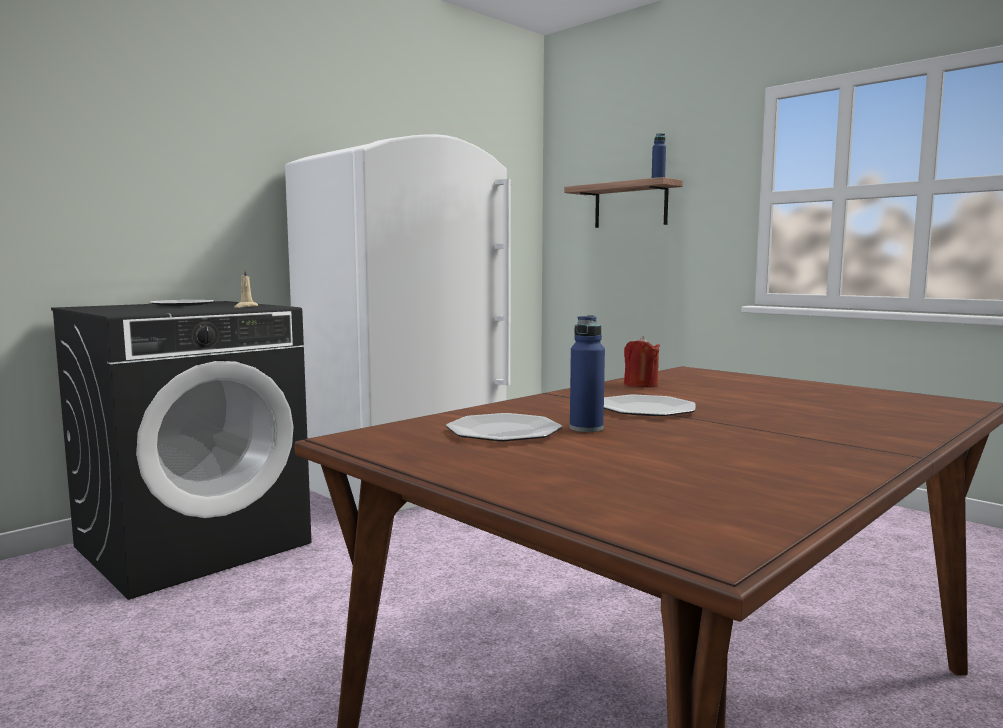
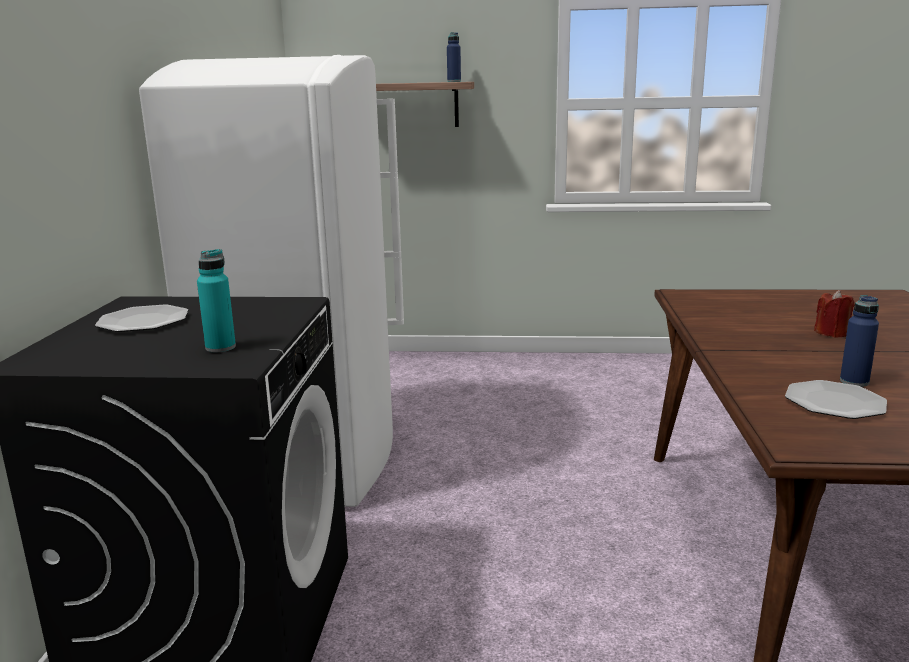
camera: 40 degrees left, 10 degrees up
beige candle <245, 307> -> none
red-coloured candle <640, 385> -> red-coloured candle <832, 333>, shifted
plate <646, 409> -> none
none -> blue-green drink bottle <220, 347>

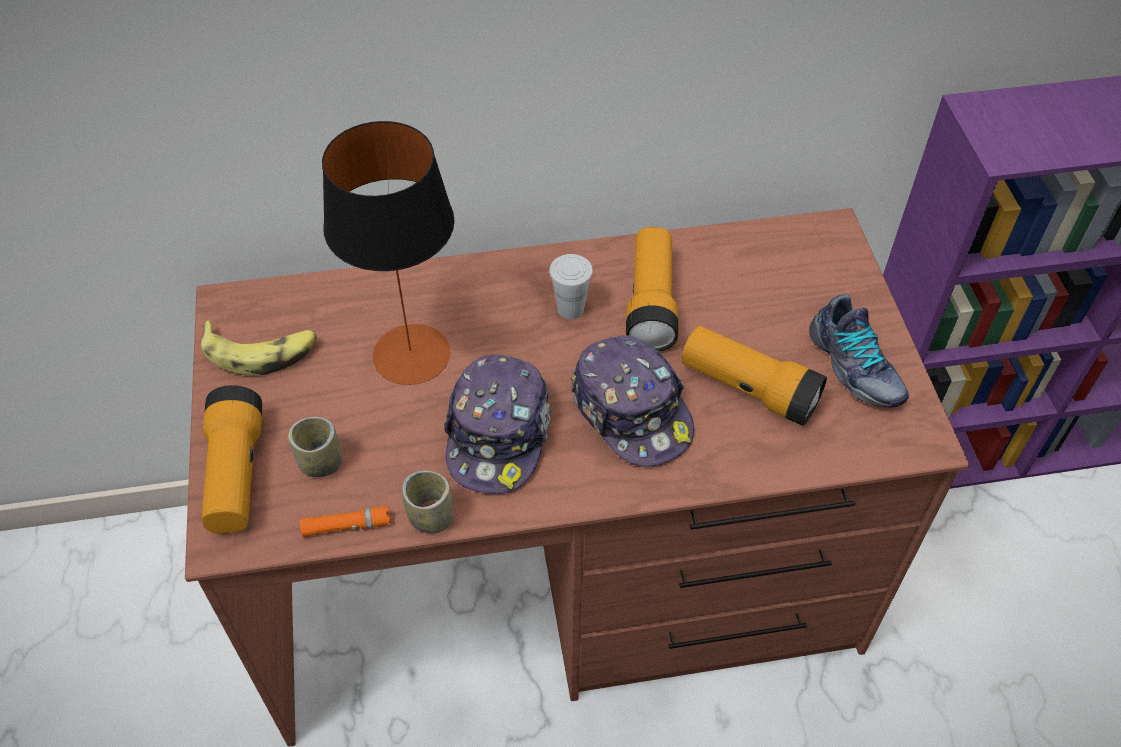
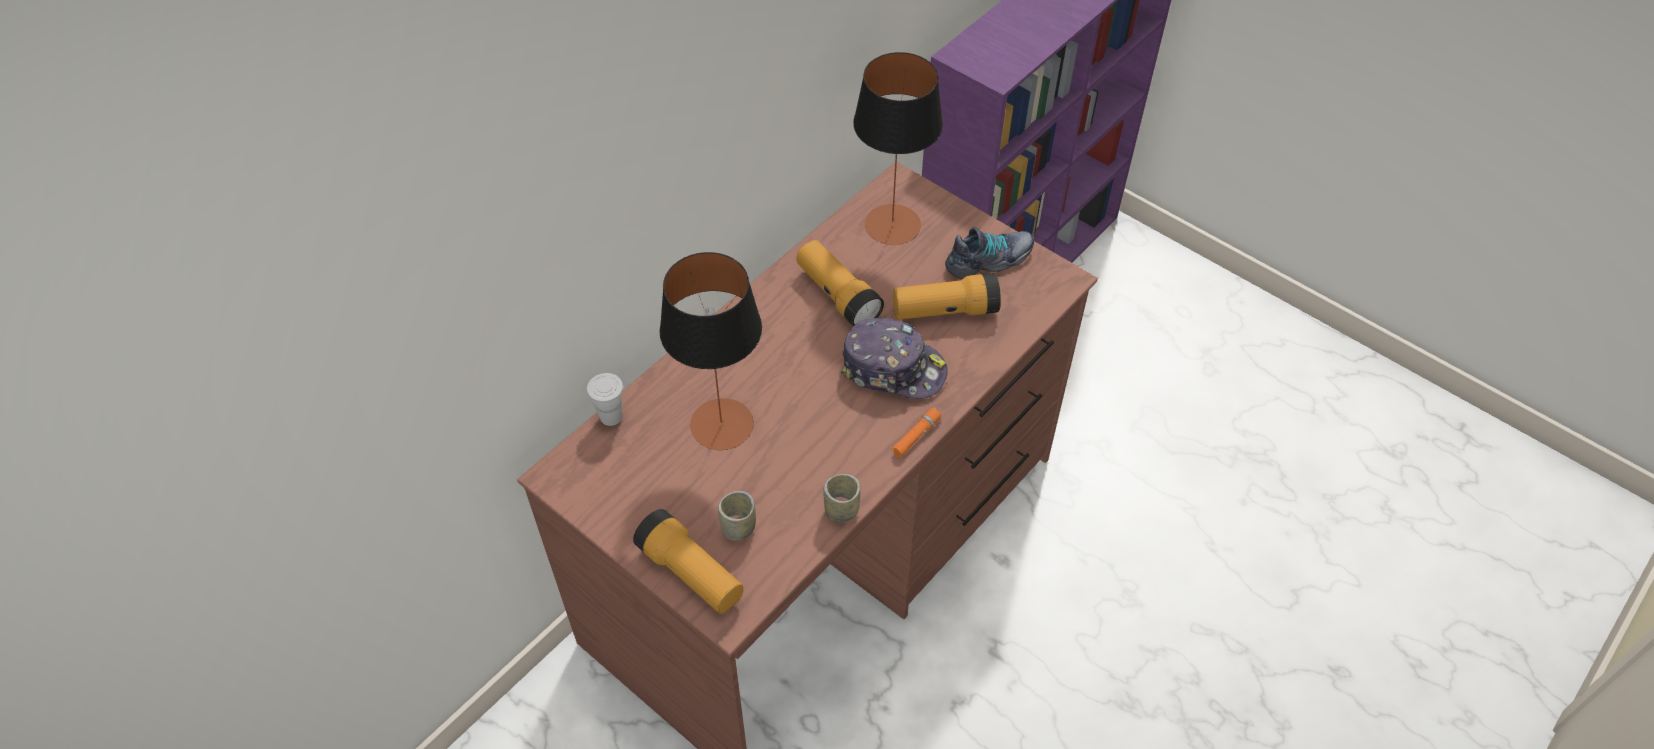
camera: 40 degrees left, 0 degrees up
white drinking cup <570, 309> -> white drinking cup <611, 416>, shifted
low shoe <854, 367> -> low shoe <989, 260>, 45 degrees counterclockwise
banana <261, 351> -> none
peaked cap <498, 434> -> none
orangey flashlight <347, 526> -> orangey flashlight <916, 436>, shifted
none -> table lamp <892, 224>

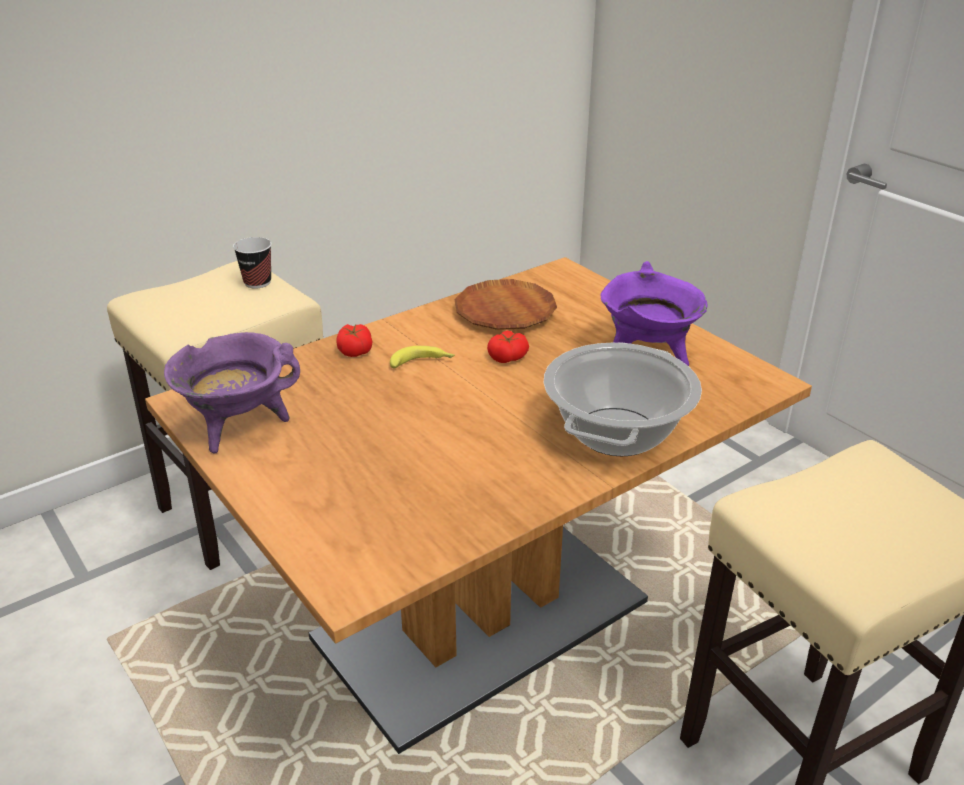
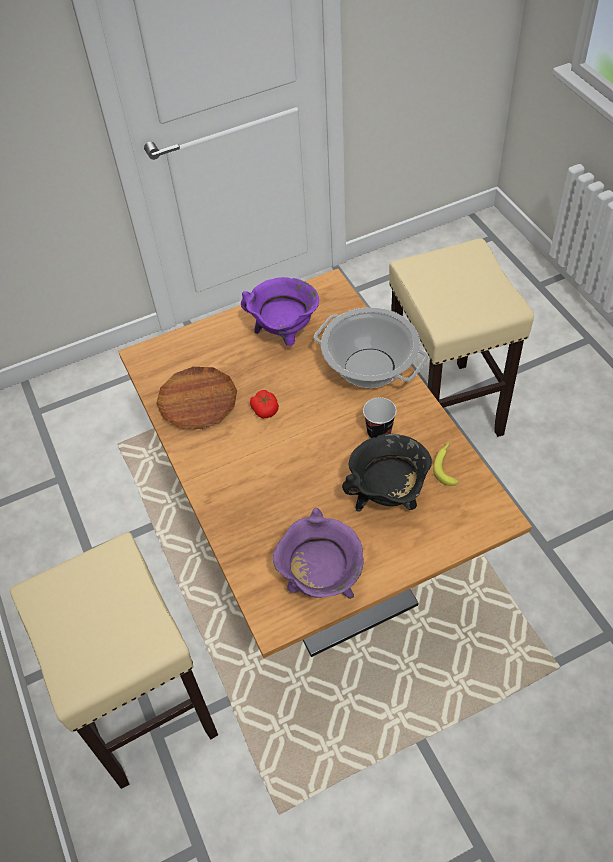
camera: 75 degrees left, 20 degrees up
drinking cup <257, 282> -> drinking cup <379, 432>, shifted
tomato <355, 350> -> none
banana <422, 363> -> banana <446, 466>, shifted
none -> black saucepot <387, 497>

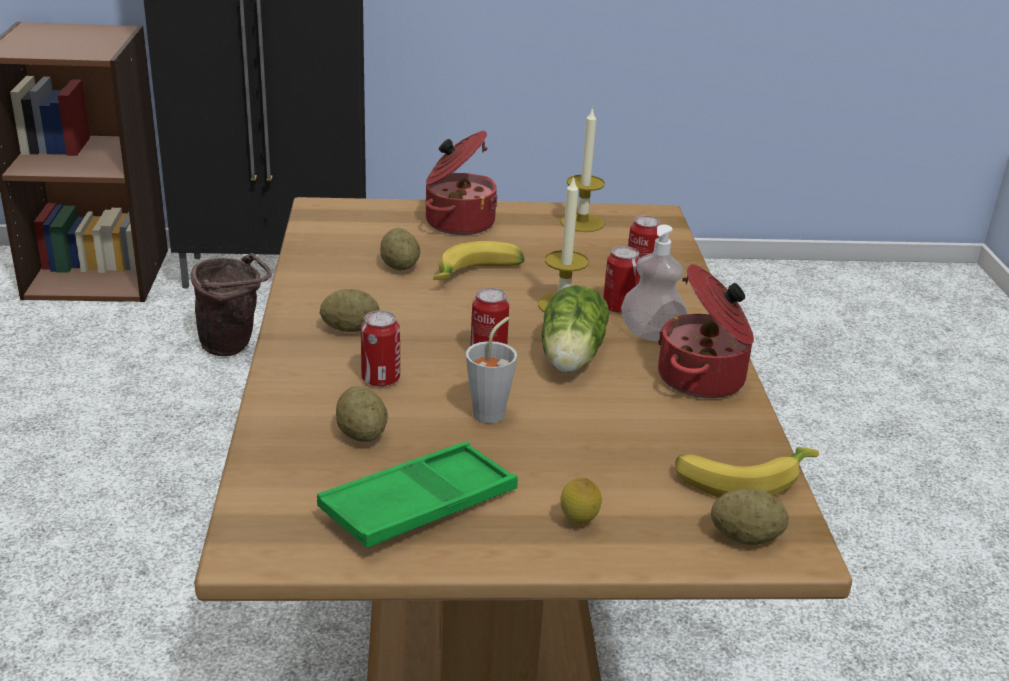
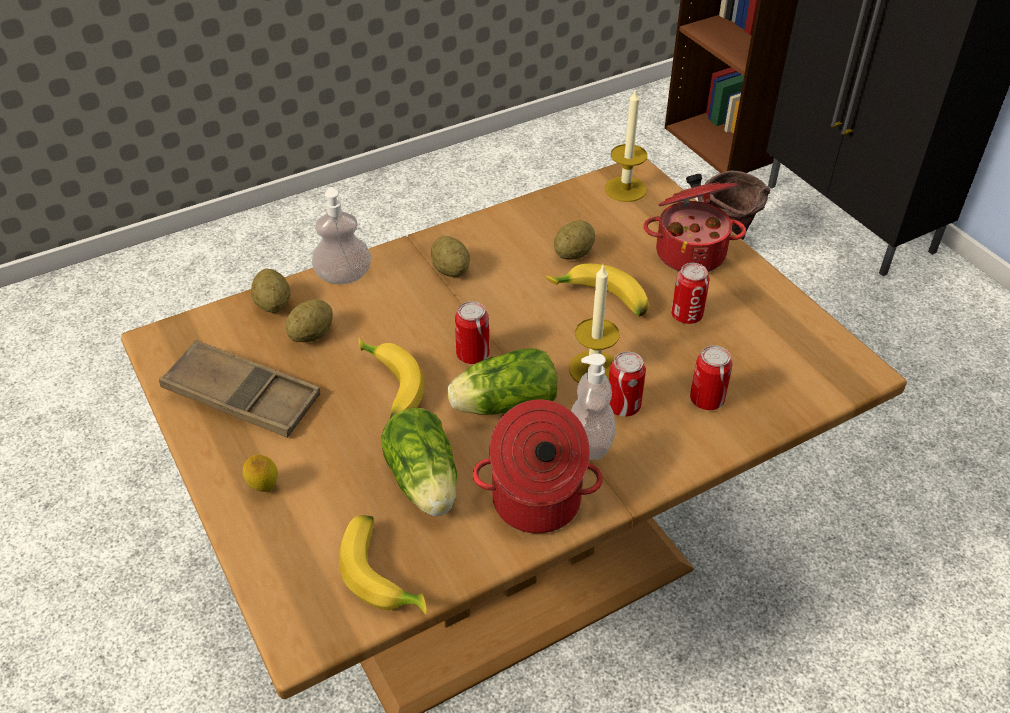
camera: 65 degrees right, 15 degrees up
candle <582, 222> -> candle <625, 189>, shifted
metal can <380, 379> -> metal can <686, 315>, shifted
gray drinking cup <493, 411> -> banana <388, 388>
green serving tray <419, 505> -> brown-coloured serving tray <242, 396>
whole potato <745, 537> -> whole potato <273, 304>, shifted
none -> soap bottle <343, 276>
none -> head of lettuce <424, 484>

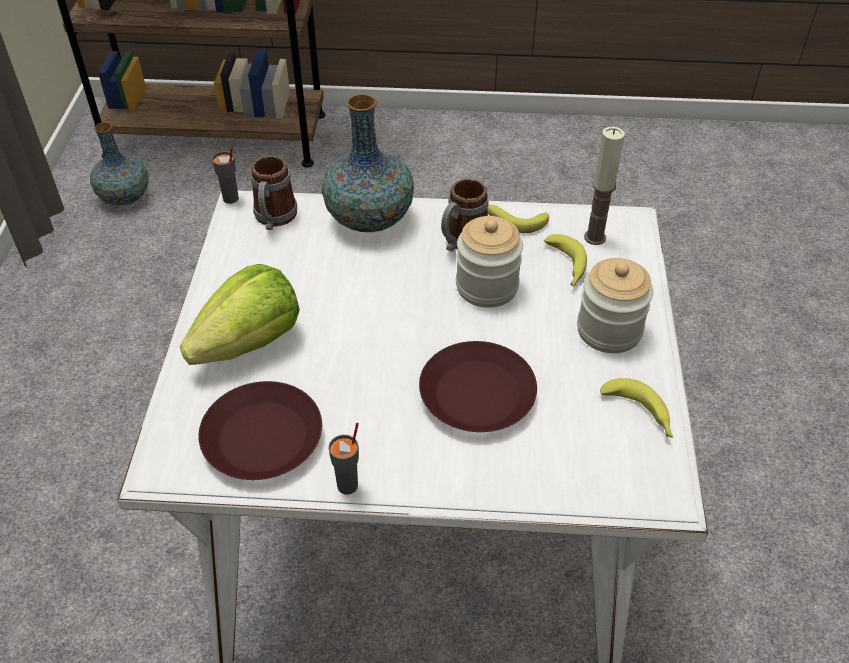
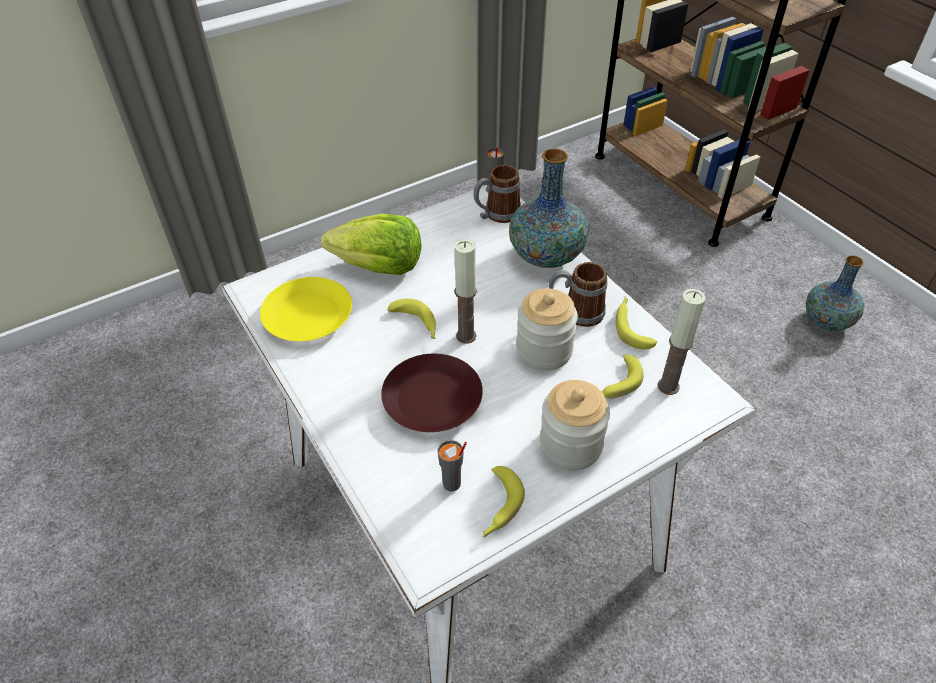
camera: 55 degrees right, 0 degrees up
decorative vase <125, 197> -> decorative vase <827, 321>, shifted
brown-coloured plate <261, 438> -> yellow-coloured plate <308, 315>
gray drinking cup <348, 485> -> gray drinking cup <452, 484>, shifted
none -> candle <466, 336>
none -> banana <417, 324>

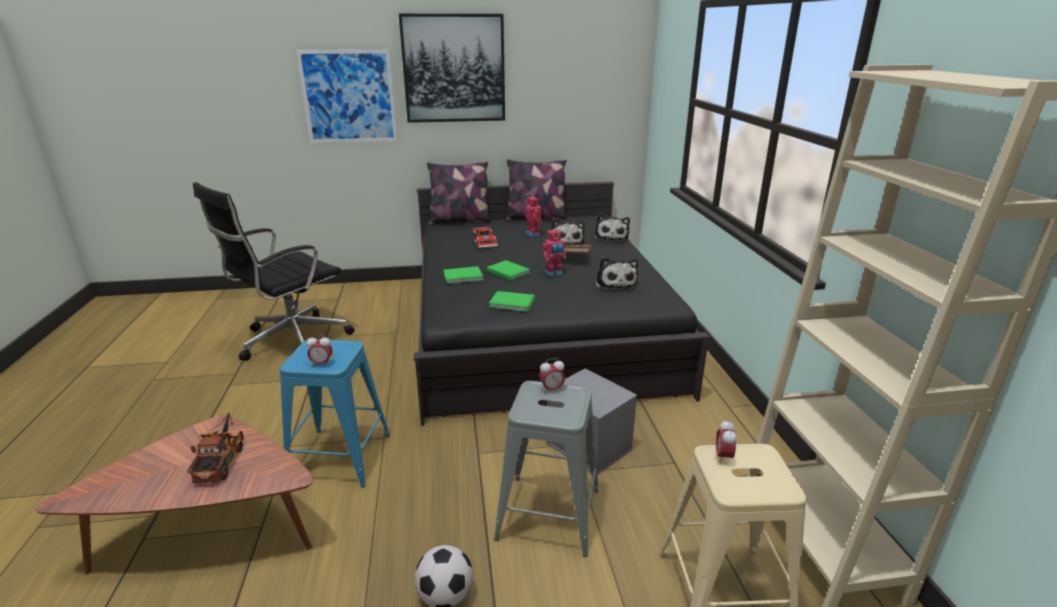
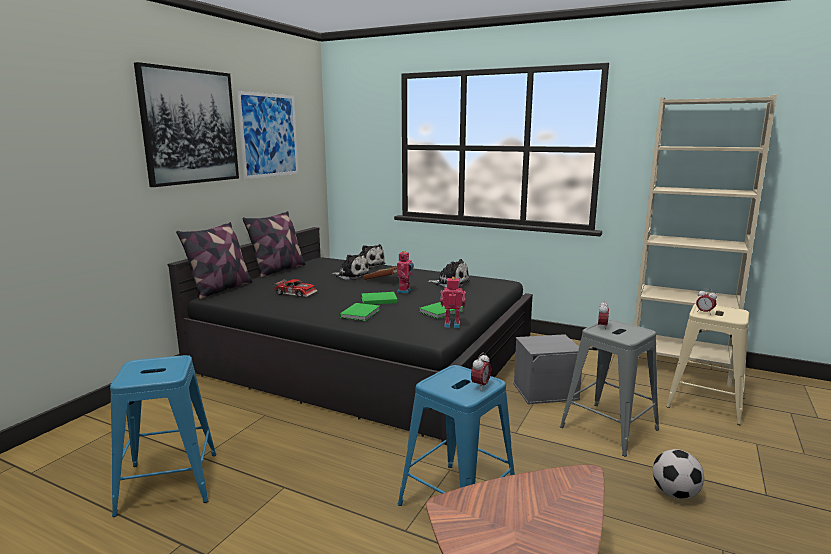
camera: 55 degrees left, 10 degrees down
wall picture <349, 97> -> wall picture <269, 135>, shifted
black computer chair <291, 341> -> blue stool seat <169, 482>
robot figure <533, 234> -> robot figure <452, 324>, shifted
model truck <222, 460> -> none

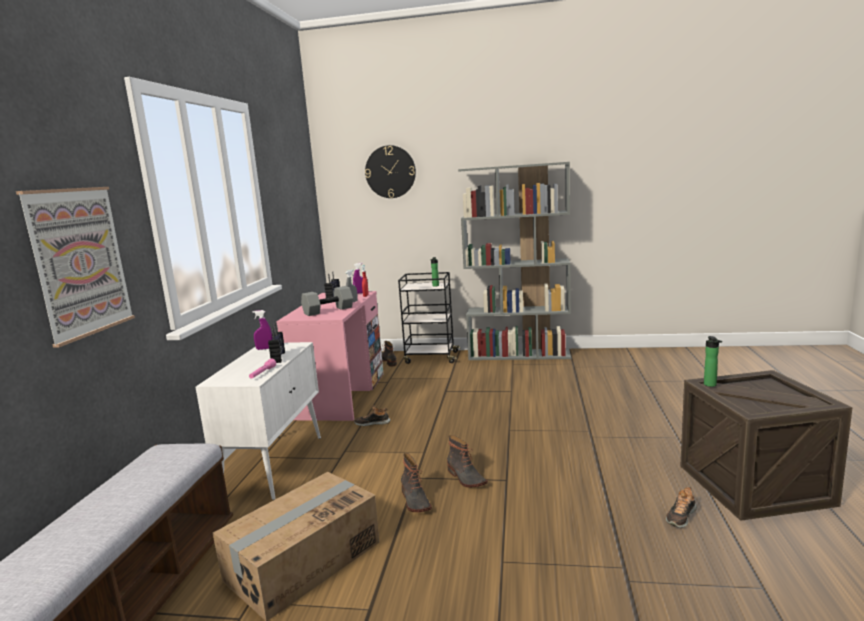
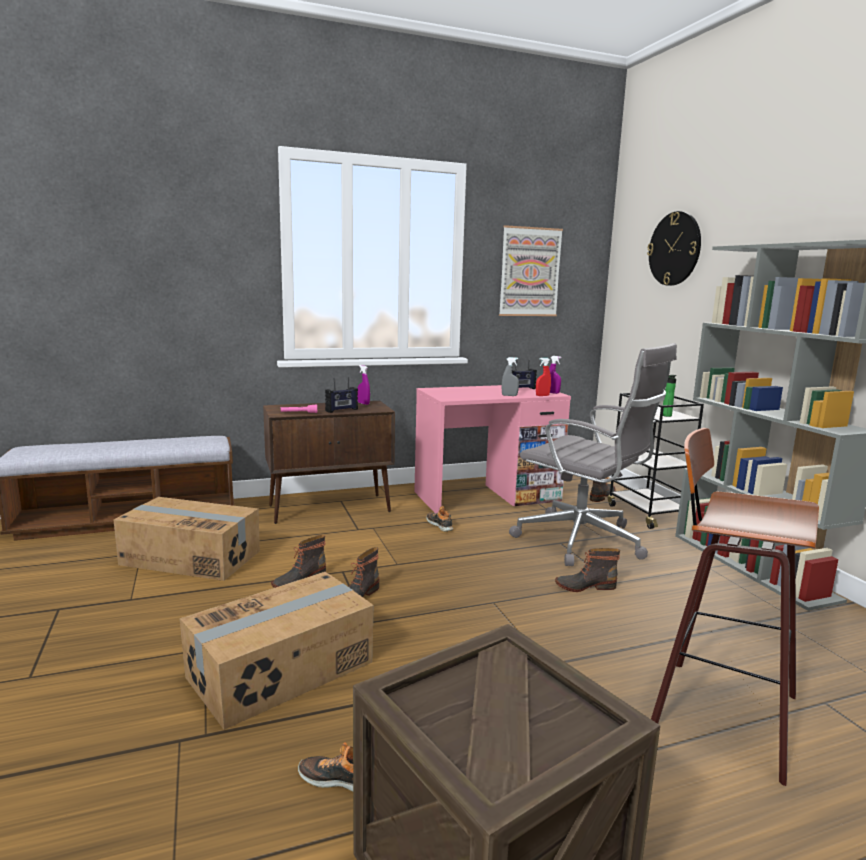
camera: 60 degrees right, 0 degrees up
wall picture <79, 262> -> wall picture <529, 272>, shifted
gray free weight <328, 311> -> none
drink bottle <711, 385> -> none
white storage cabinet <275, 464> -> brown-coloured storage cabinet <331, 508>
none -> gray computer chair <583, 541>
none -> stool seat <718, 711>
none -> boot <585, 586>
none -> cardboard box <282, 670>

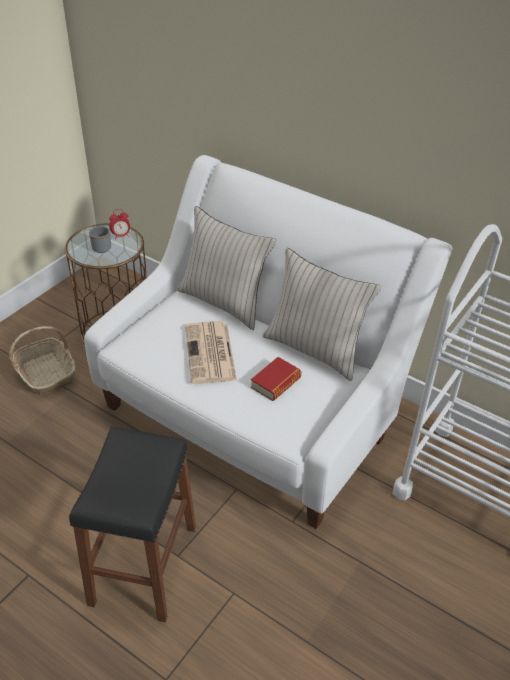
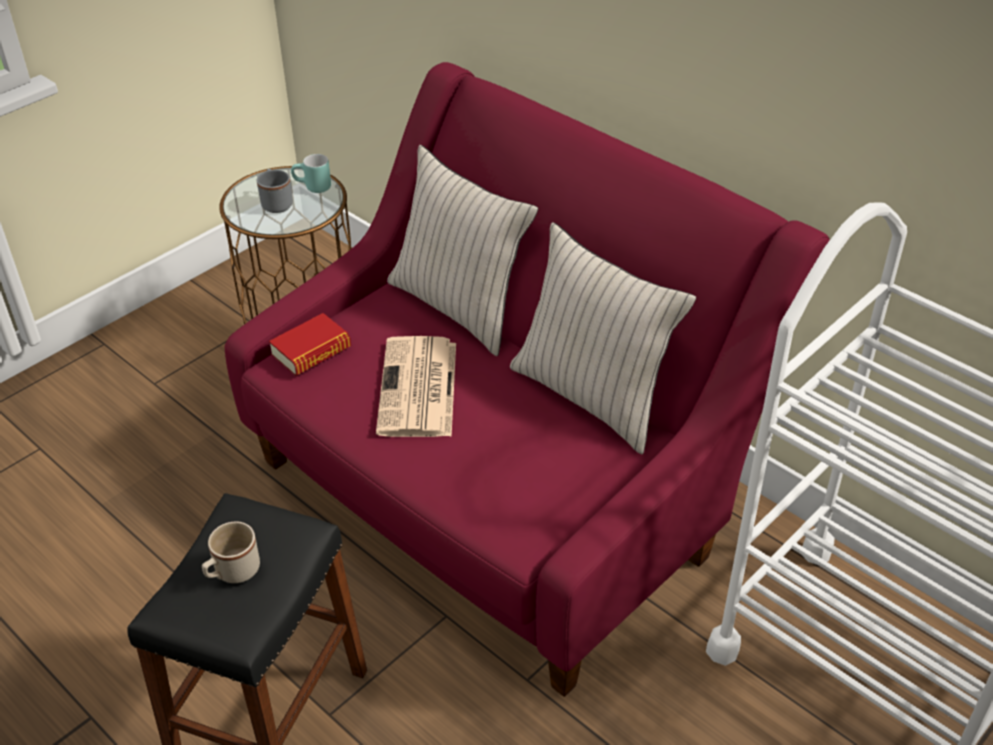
camera: 10 degrees right, 0 degrees up
white settee <253, 411> -> red-coloured settee <499, 492>
bedside clock <121, 236> -> blue-green mug <312, 188>
storage basket <46, 373> -> none
book <275, 383> -> book <311, 351>, shifted
none -> beige mug <232, 573>

